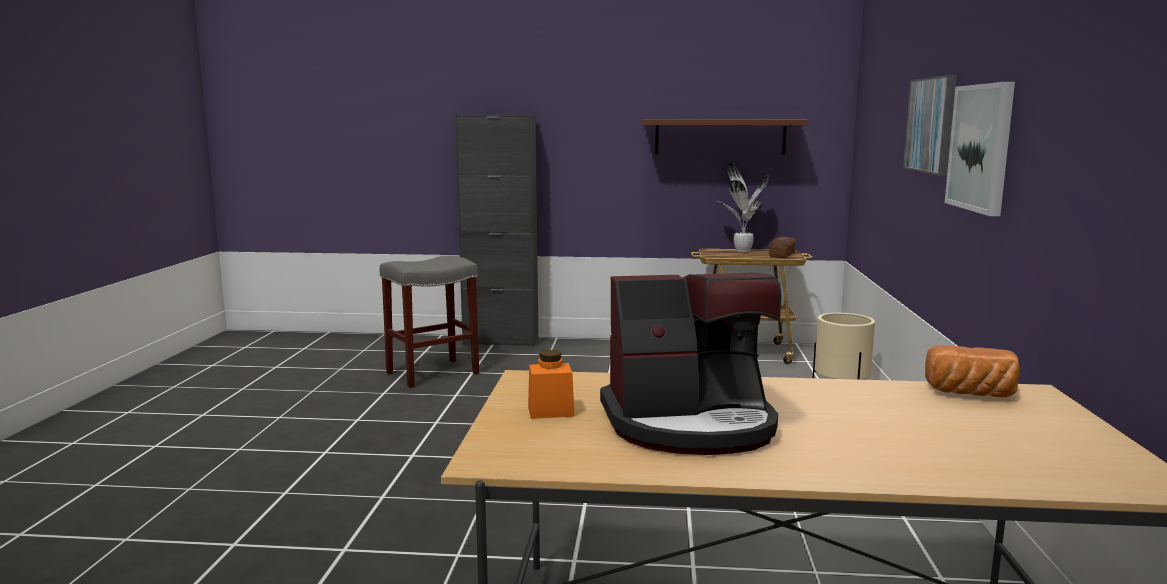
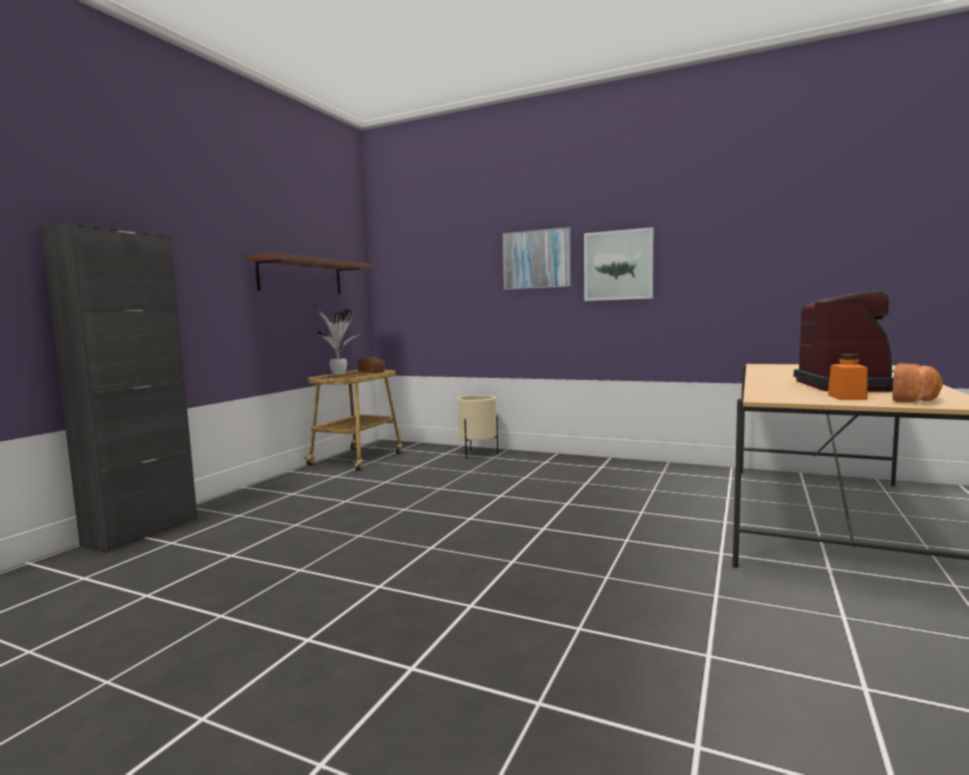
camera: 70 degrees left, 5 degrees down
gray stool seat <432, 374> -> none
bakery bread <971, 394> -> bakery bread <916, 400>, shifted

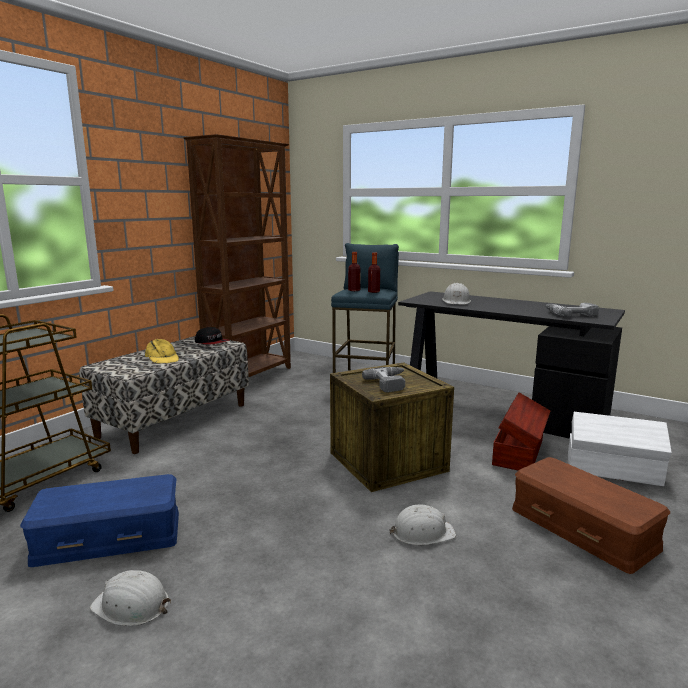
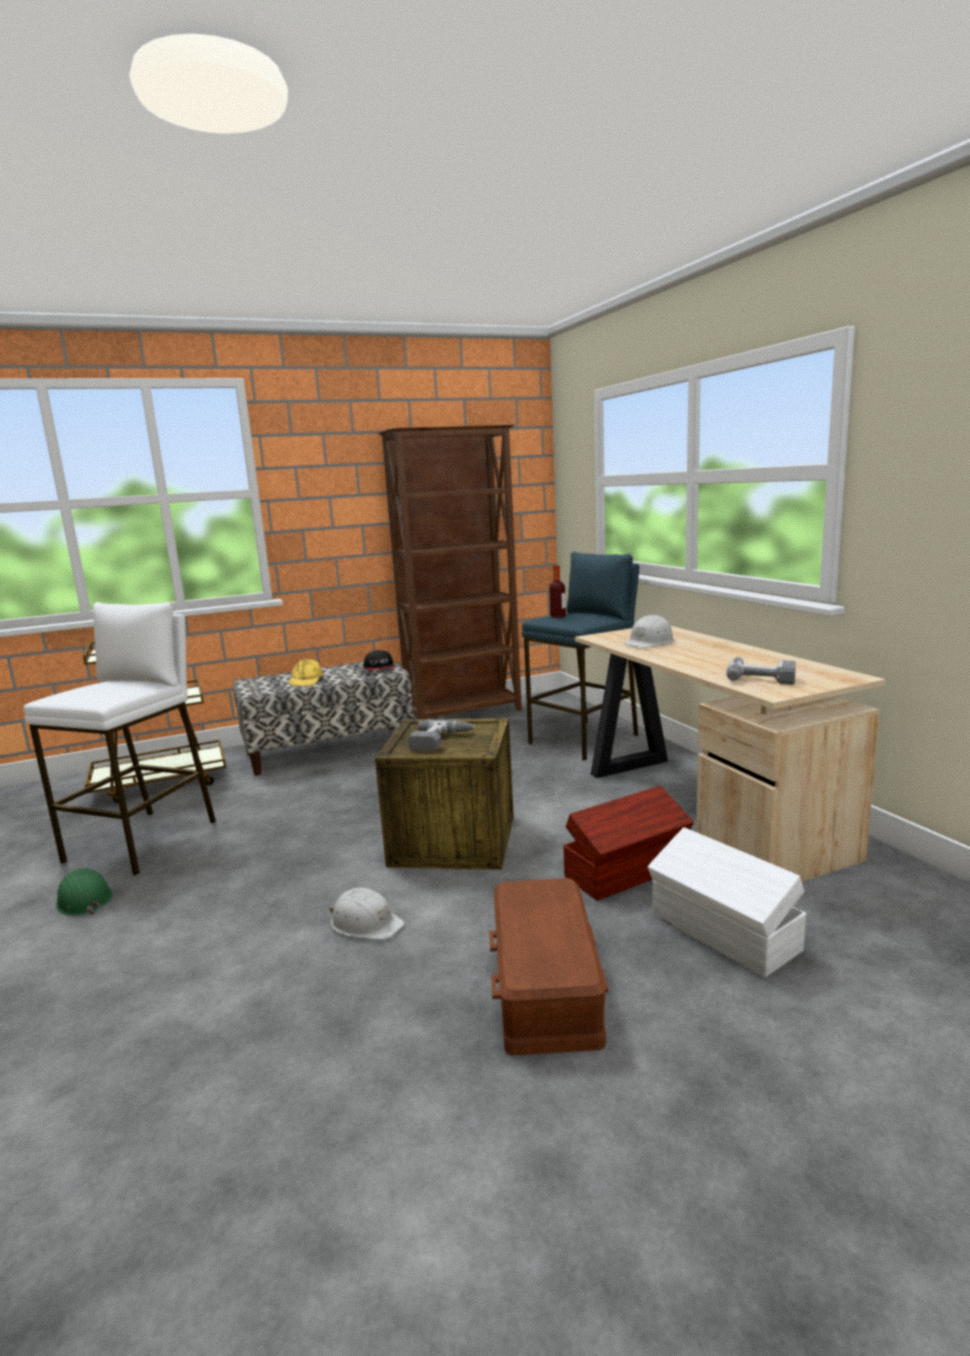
camera: 35 degrees right, 0 degrees up
drink bottle <374, 292> -> none
black desk unit <499, 408> -> beige desk unit <703, 809>
blue storage box <109, 536> -> white stool seat <144, 841>
white safety helmet <131, 606> -> green safety helmet <83, 900>

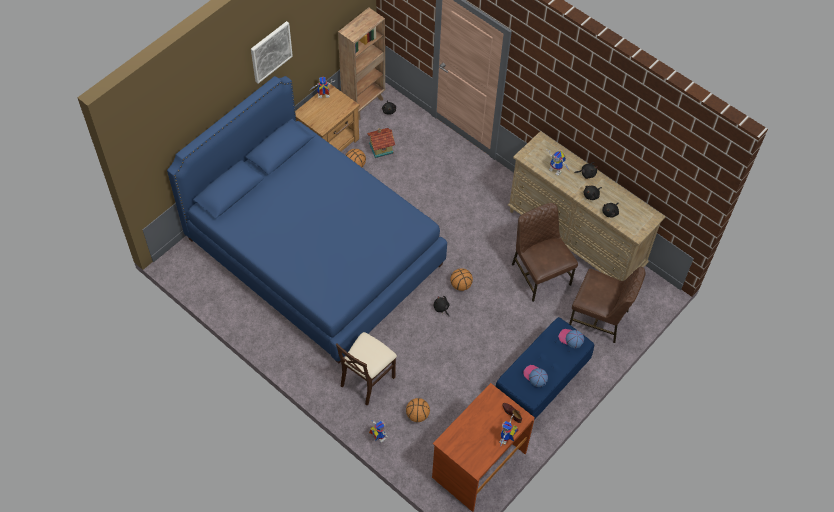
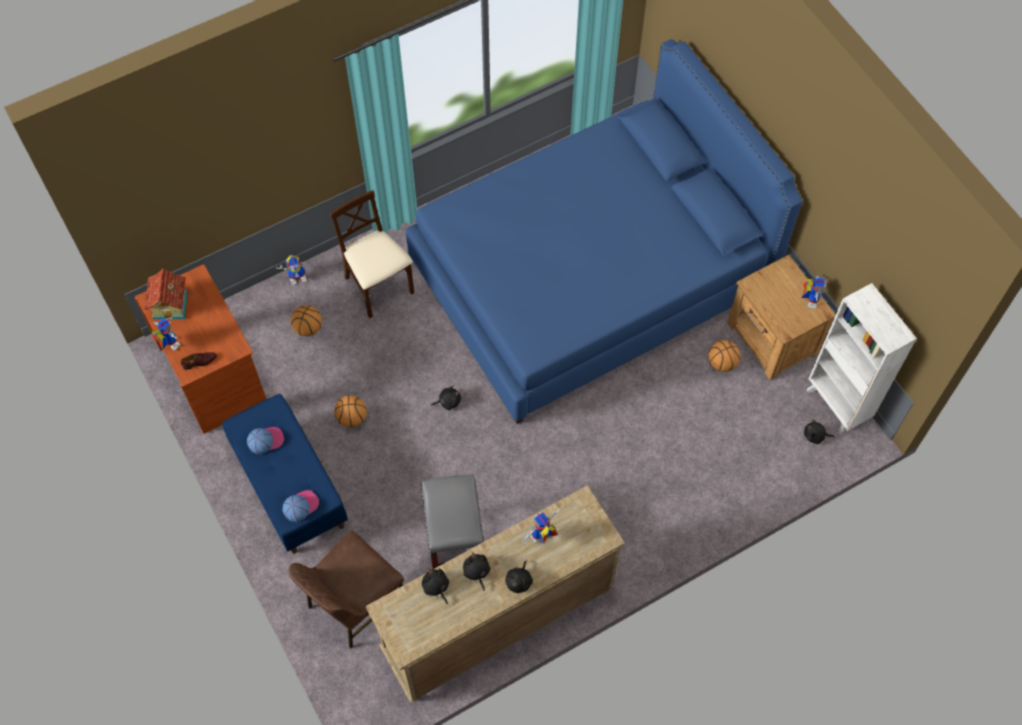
camera: 110 degrees right, 5 degrees up
brown-coloured shelving unit <364, 103> -> white shelving unit <837, 405>
wall picture <270, 51> -> none
model house <380, 147> -> model house <171, 305>, shifted
brown-coloured chair <540, 274> -> gray stool seat <456, 548>
basketball <461, 285> -> basketball <352, 418>, shifted

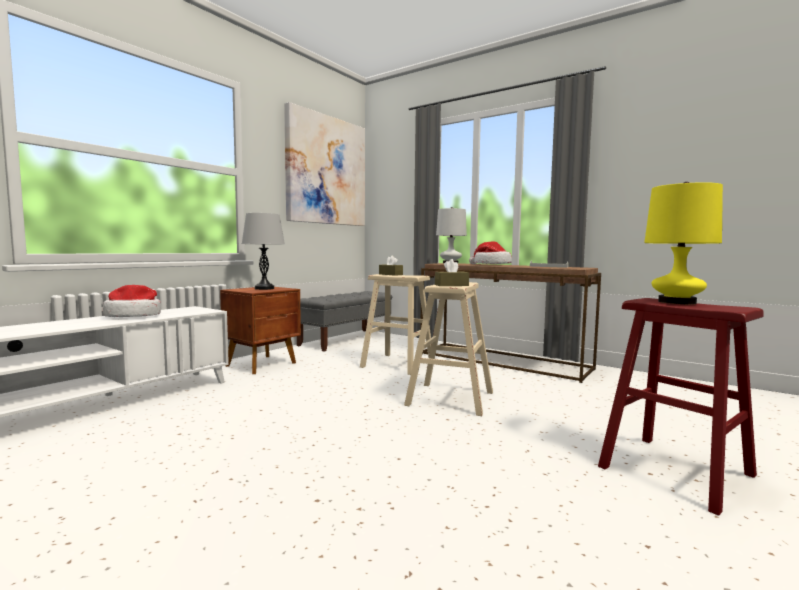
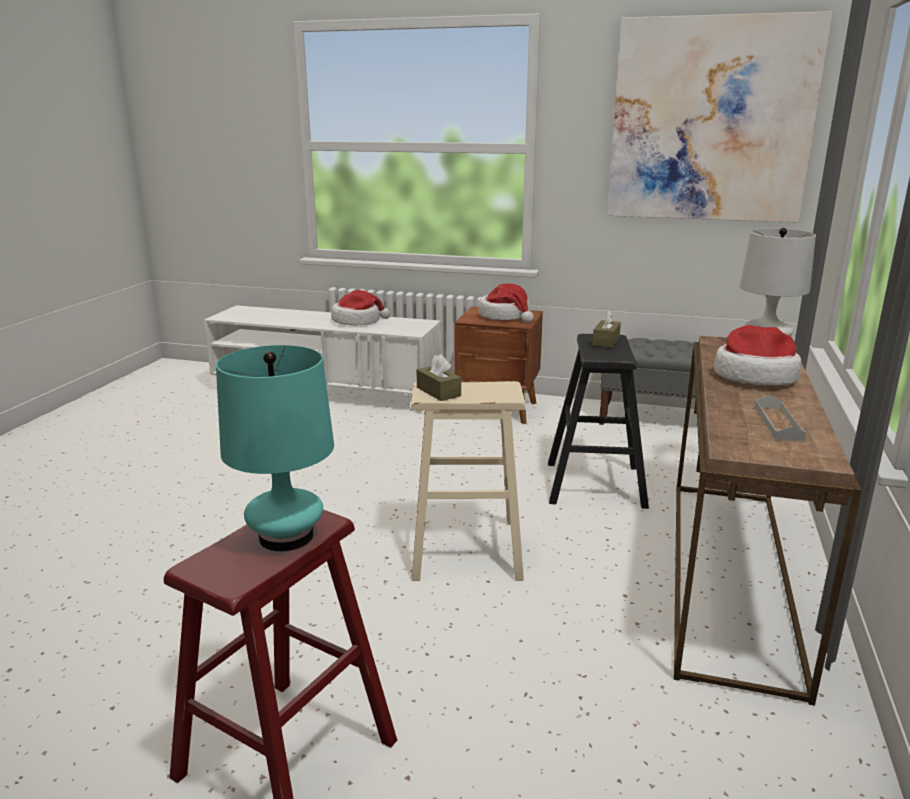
camera: 70 degrees right, 15 degrees up
yellow-coloured table lamp <676, 302> -> blue-green table lamp <286, 536>
gray table lamp <264, 288> -> hat <505, 316>
beige stool seat <397, 364> -> black stool seat <595, 484>

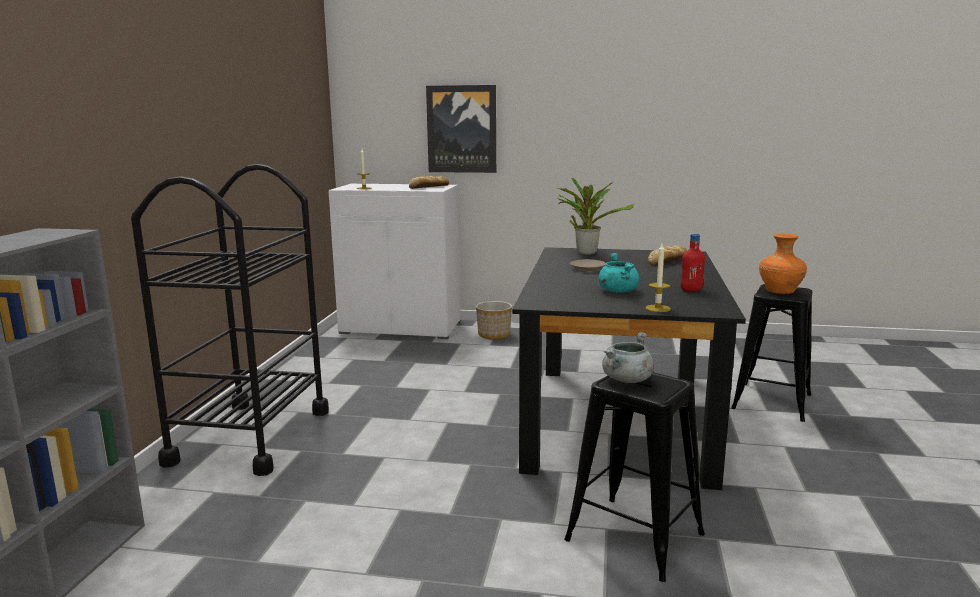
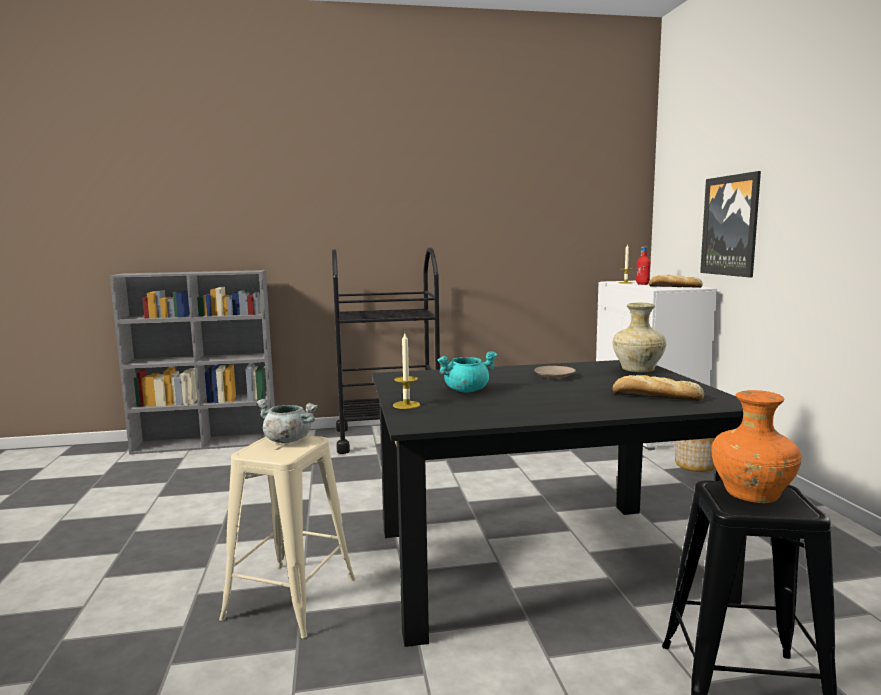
camera: 70 degrees right, 5 degrees down
potted plant <585, 253> -> beige decorative vase <637, 370>
red-coloured drink bottle <691, 290> -> red-coloured drink bottle <642, 284>, shifted
black stool seat <634, 537> -> beige stool seat <290, 598>

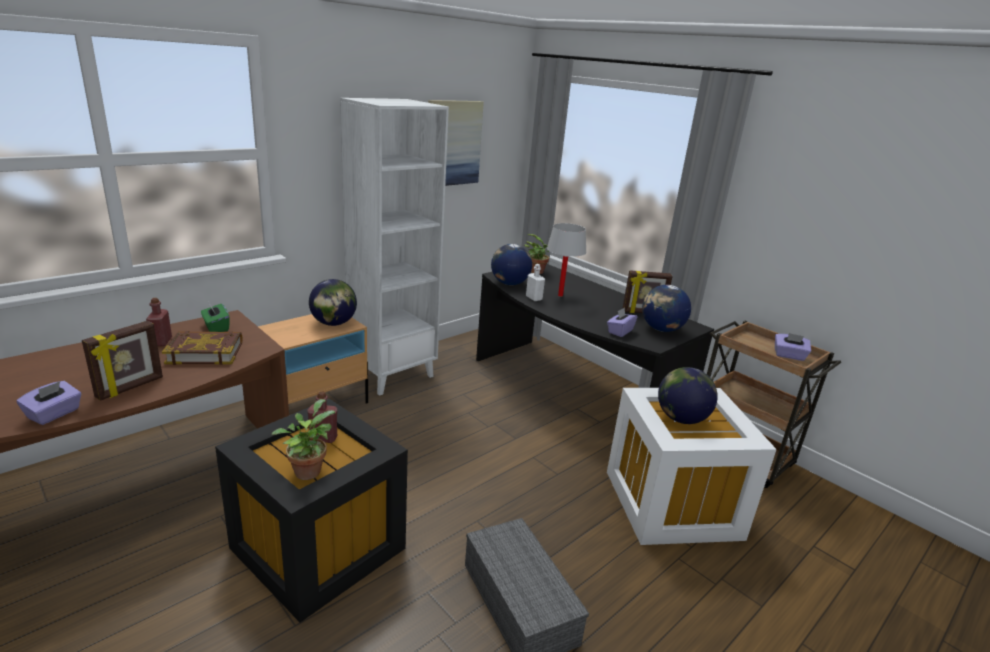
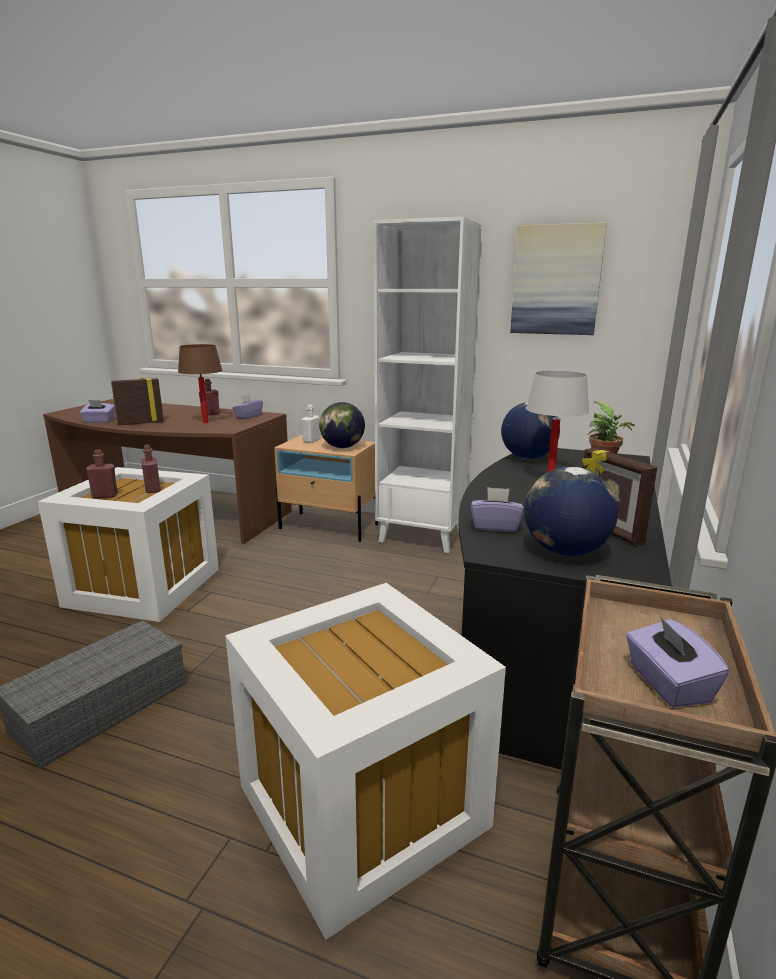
camera: 65 degrees right, 5 degrees down
white drink bottle <534, 298> -> white drink bottle <311, 440>, shifted
green box of tissues <216, 327> -> purplish box of tissues <248, 416>
photo frame <130, 388> -> photo frame <141, 423>, 150 degrees clockwise
book <205, 352> -> brown-coloured table lamp <205, 422>
desk globe <681, 419> -> none
black storage box <319, 546> -> white storage box <146, 586>
potted plant <308, 470> -> red-coloured drink bottle <105, 496>

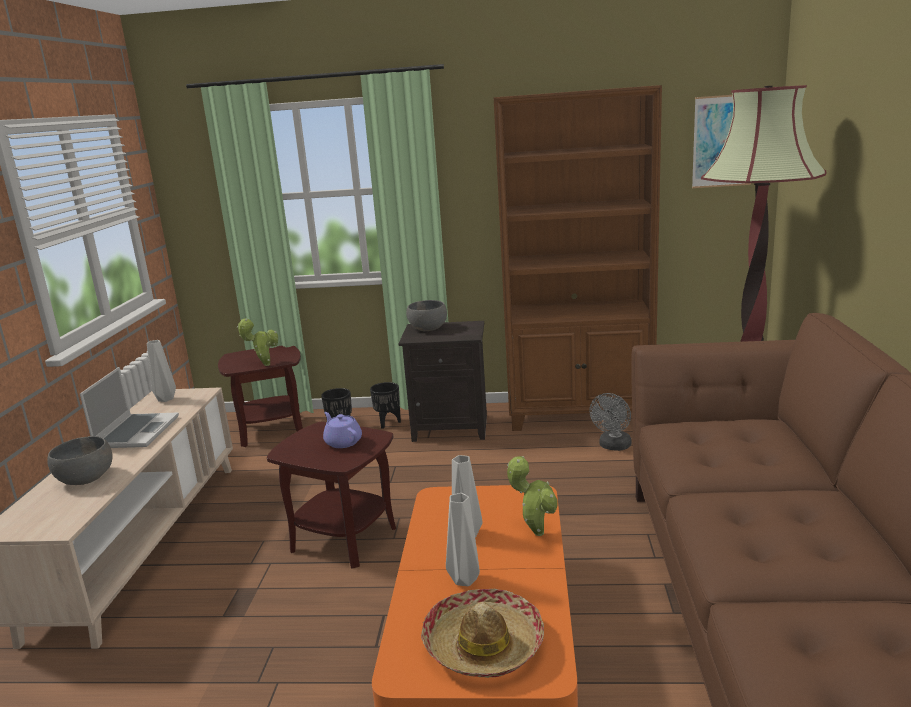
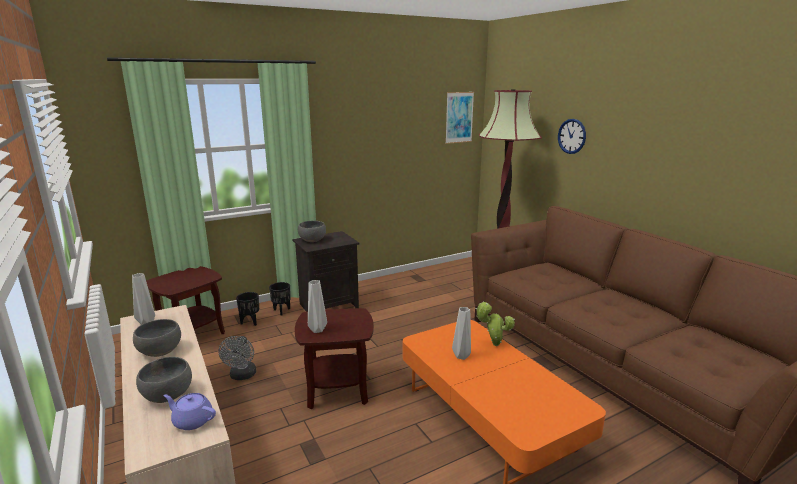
camera: 35 degrees left, 0 degrees up
brown-coloured shelving unit <580, 415> -> none
potted plant <264, 365> -> none
laptop <136, 432> -> gray bowl <159, 351>
gray cooling fan <613, 446> -> gray cooling fan <242, 376>, shifted
purplish tea pot <343, 442> -> purplish tea pot <192, 420>, shifted
gray decorative vase <464, 579> -> gray decorative vase <316, 329>, shifted
hat <483, 644> -> none
none -> clock on the wall <571, 136>

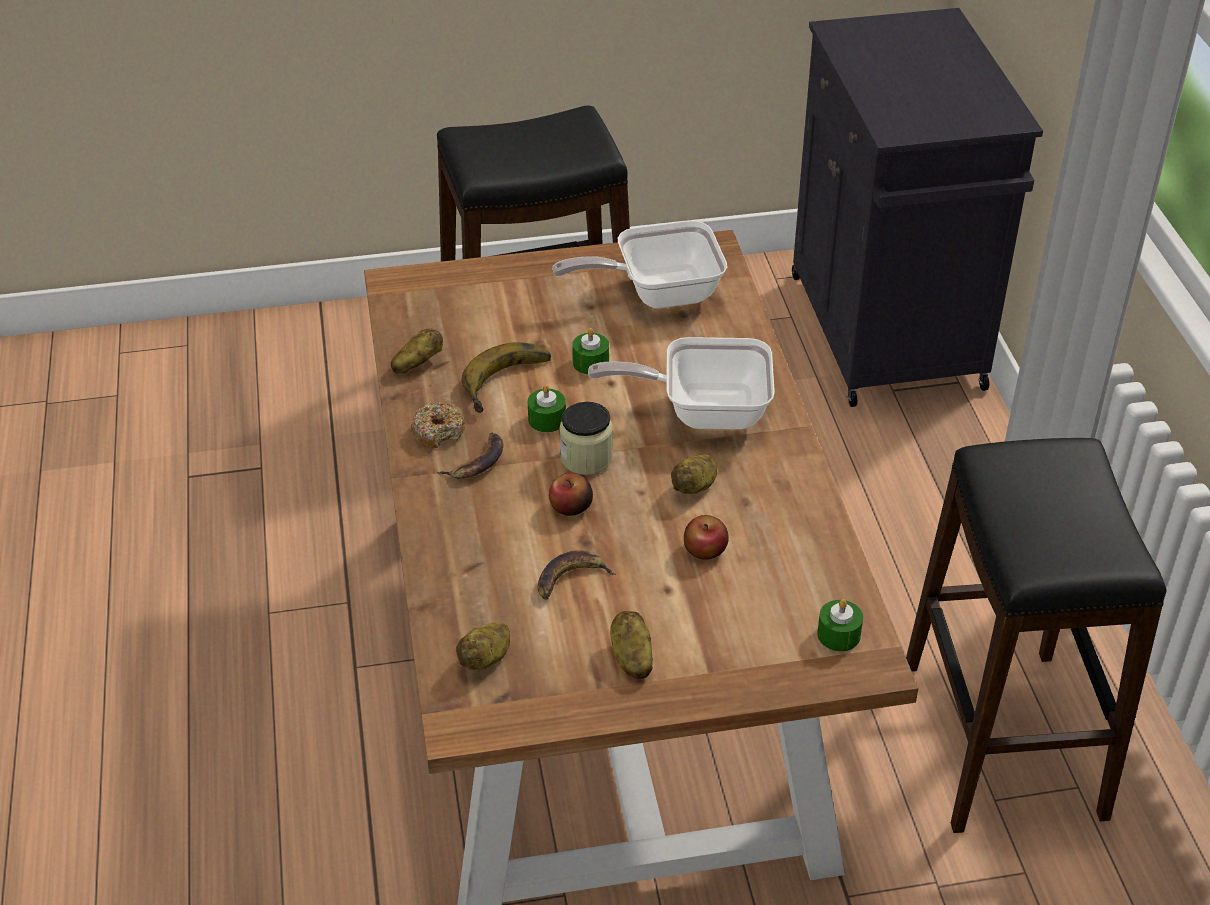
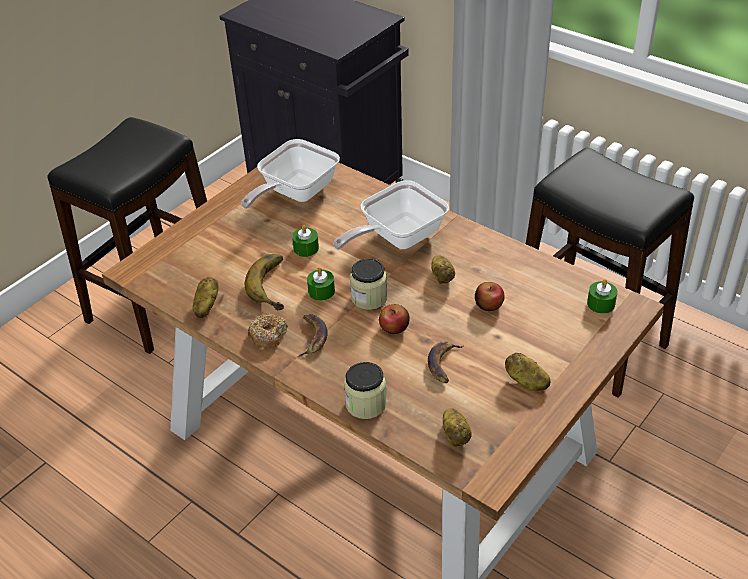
camera: 40 degrees left, 0 degrees up
none -> jar <366, 404>

